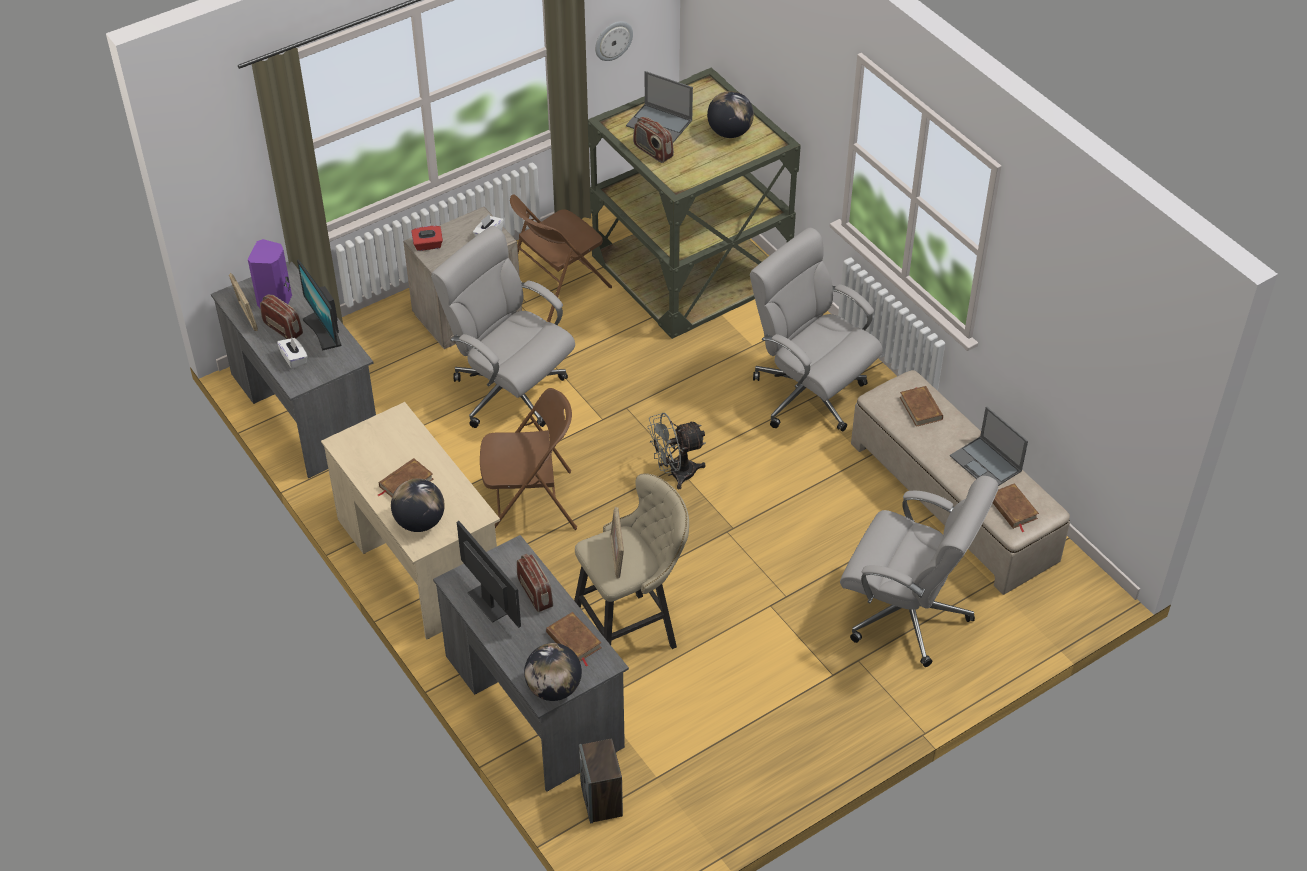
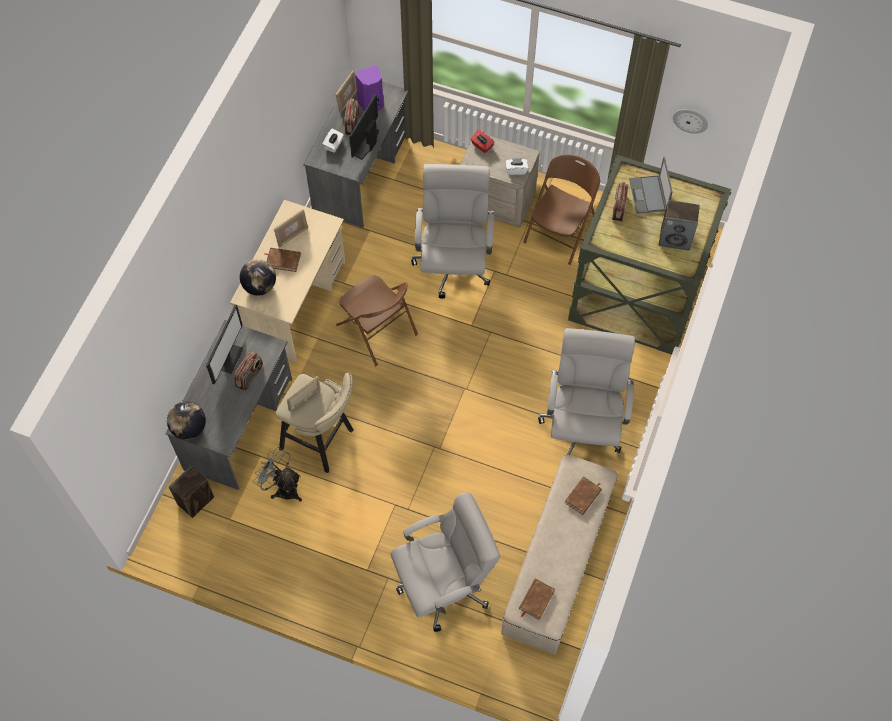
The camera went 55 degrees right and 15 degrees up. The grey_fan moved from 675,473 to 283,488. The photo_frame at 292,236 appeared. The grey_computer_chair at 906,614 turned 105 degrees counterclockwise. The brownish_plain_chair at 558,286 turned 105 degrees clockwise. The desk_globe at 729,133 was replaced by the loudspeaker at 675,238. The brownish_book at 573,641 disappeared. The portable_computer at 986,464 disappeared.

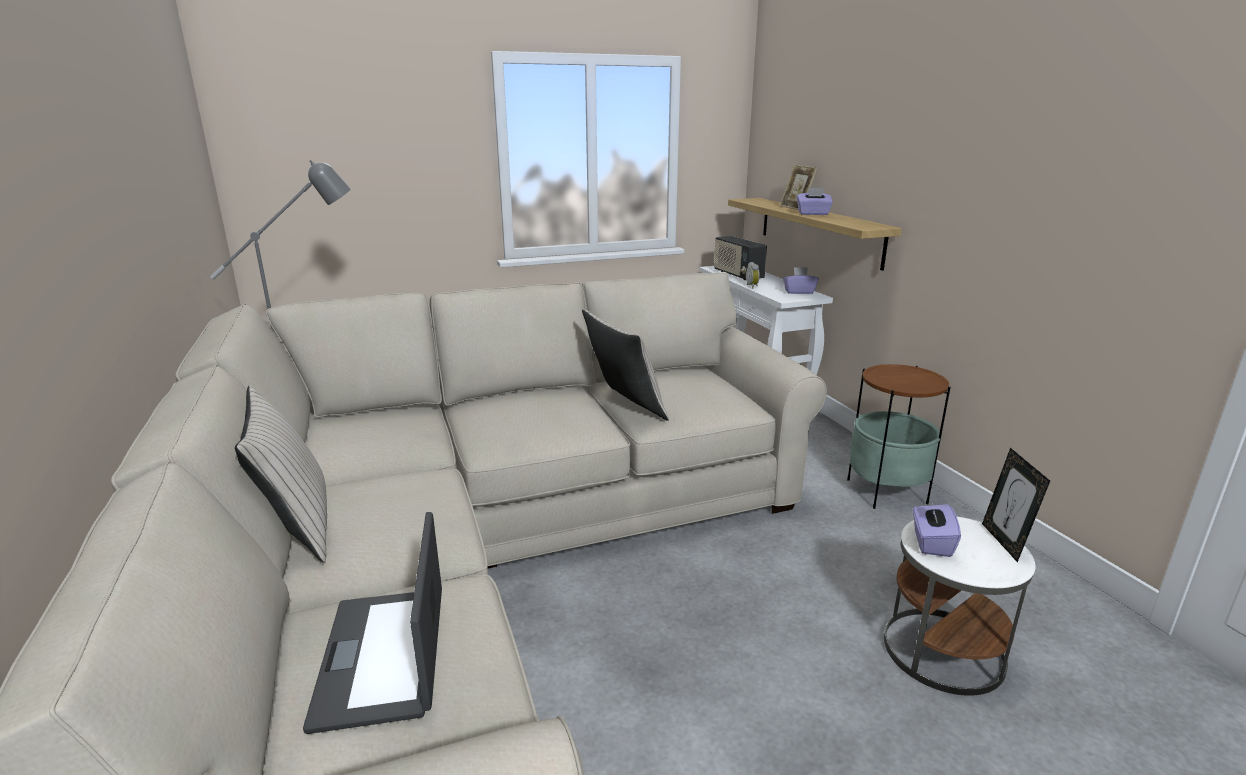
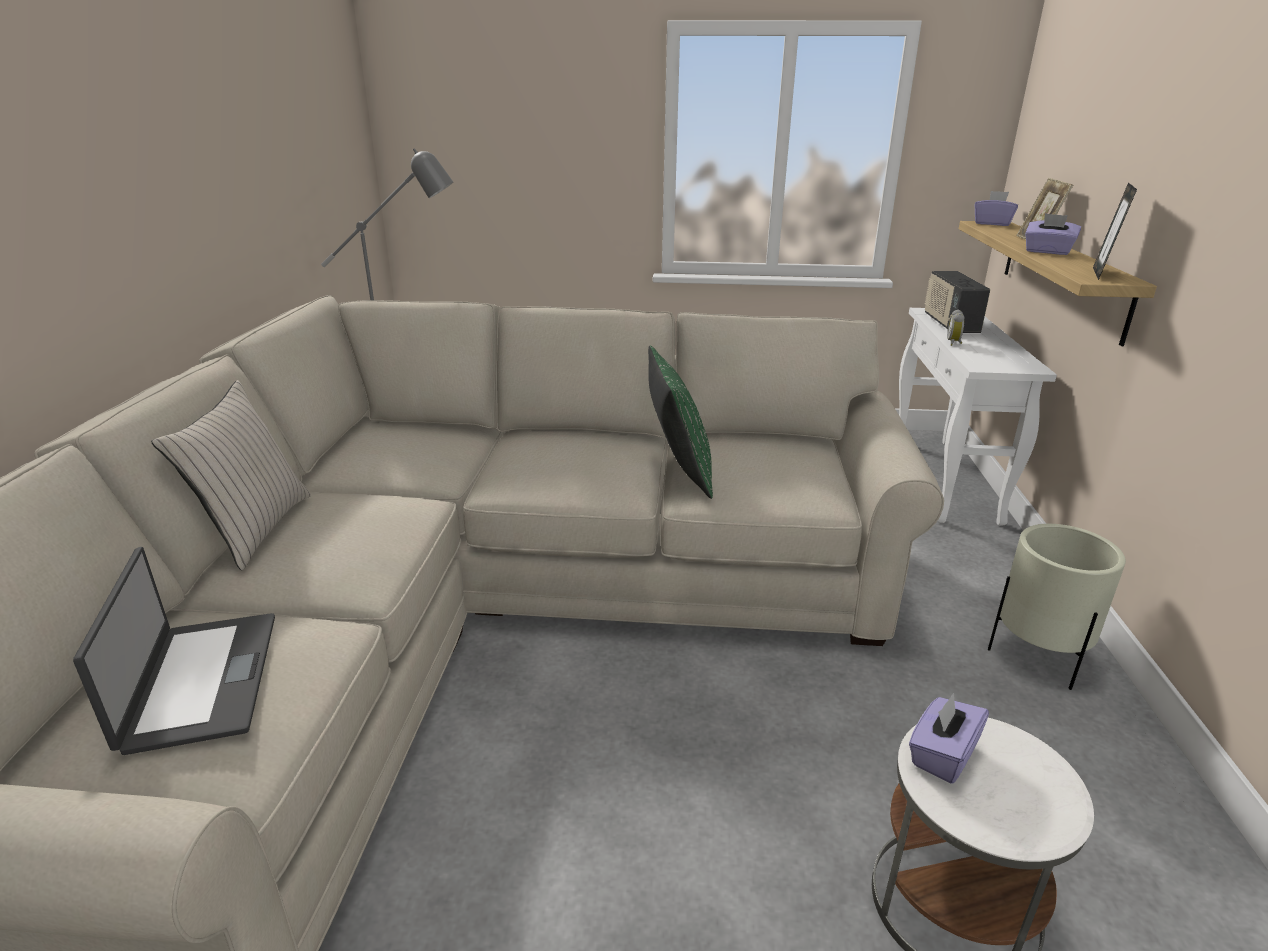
The camera went 25 degrees right and 5 degrees up. The portable_computer at 385,655 turned 150 degrees clockwise. The beige-coloured_cushion at 624,407 became the greenish_cushion at 677,471. The purple_tissue_box moved from 799,292 to 992,223. The accent_table at 886,491 was replaced by the beige-coloured_plant_pot at 1037,658. The photo_frame moved from 1004,542 to 1101,274.

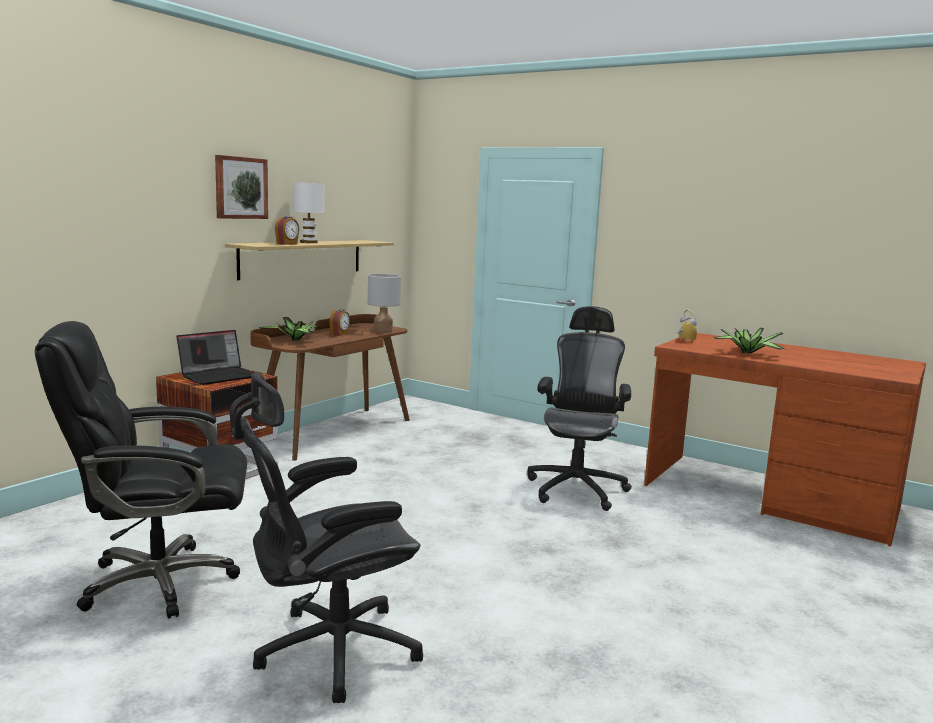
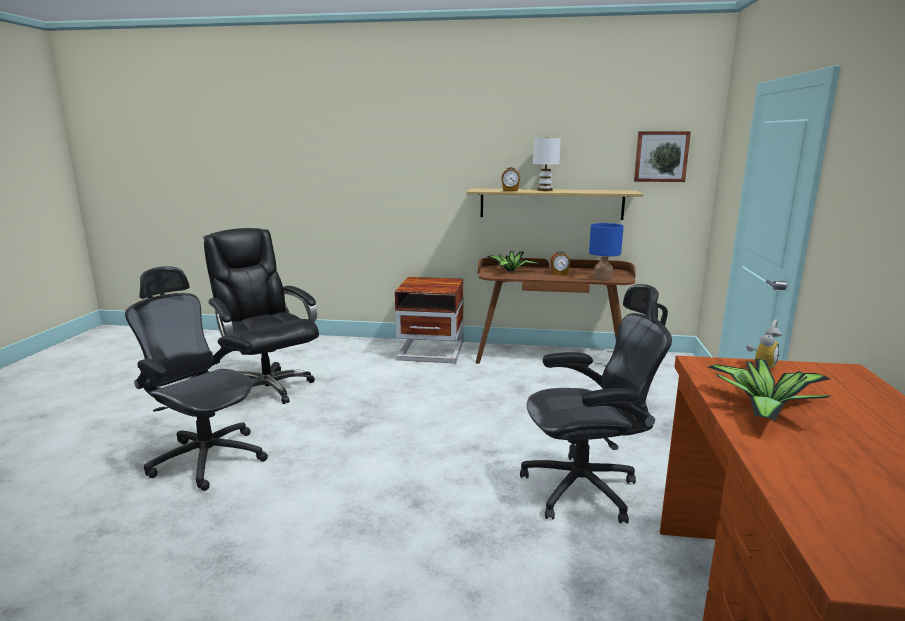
The camera went 65 degrees right and 5 degrees up. The grey_tabletop_lamp at 382,331 became the blue_tabletop_lamp at 602,278. The wall_art moved from 240,188 to 661,156. The portable_computer at 220,376 disappeared.

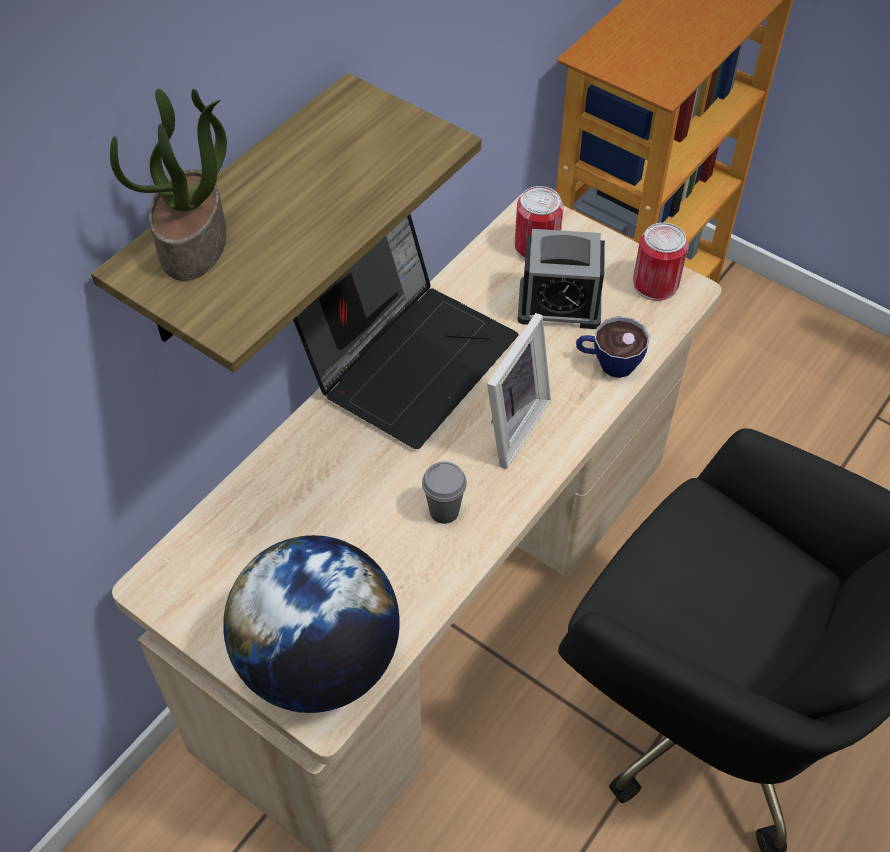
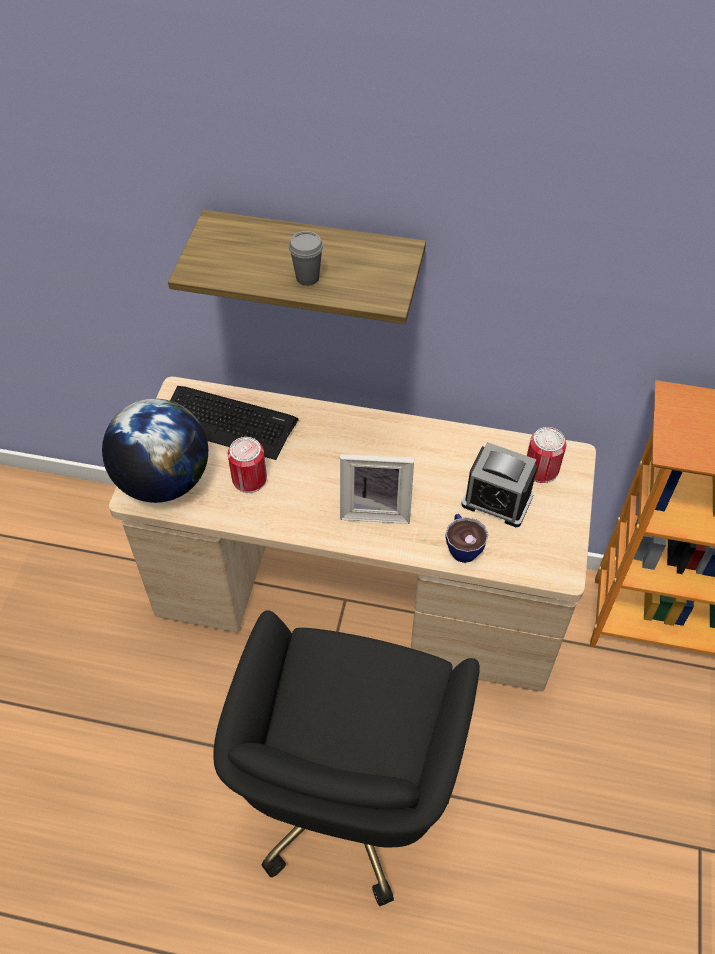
The camera went 65 degrees right and 0 degrees up. The computer_keyboard at 227,423 appeared. The metal_can moved from 655,284 to 249,479. The grey_small_cup moved from 444,511 to 307,278. The table_clock at 559,304 turned 45 degrees counterclockwise. The houseplant at 194,244 disappeared. The portable_computer at 411,359 disappeared.

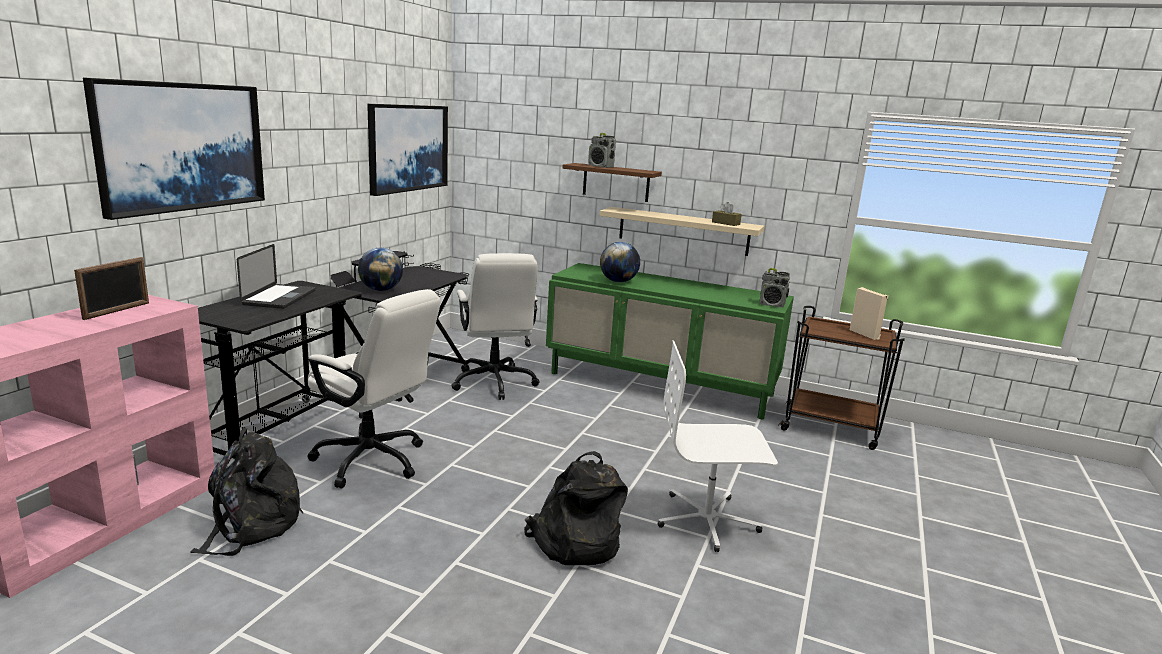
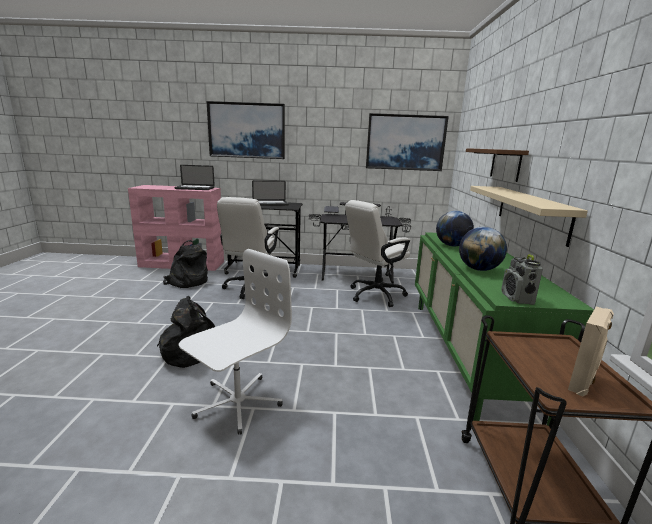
The camera went 70 degrees right and 0 degrees up. The photo_frame at 117,311 was replaced by the portable_computer at 195,188. The white_computer_chair at 707,520 turned 60 degrees clockwise. The desk_globe moved from 381,290 to 478,269. The radio_receiver at 601,166 disappeared. The brownish_tissue_box at 725,223 disappeared.

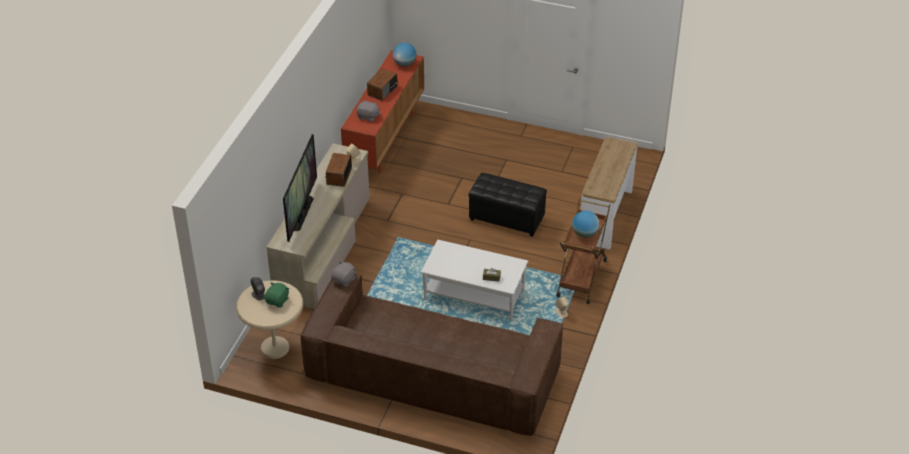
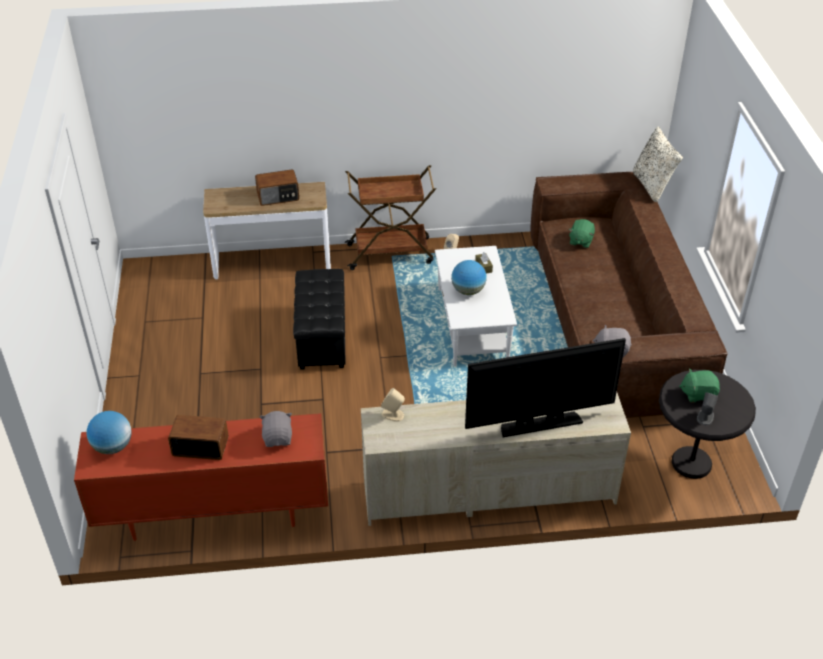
The camera went 115 degrees left and 0 degrees up. The radio_receiver moved from 338,176 to 278,197. The desk_globe moved from 584,234 to 468,291. The greenish_plush_toy at 580,241 appeared. The beige-coloured_cushion at 651,188 appeared. The beige-coloured_accent_table at 275,348 became the black_accent_table at 691,463.

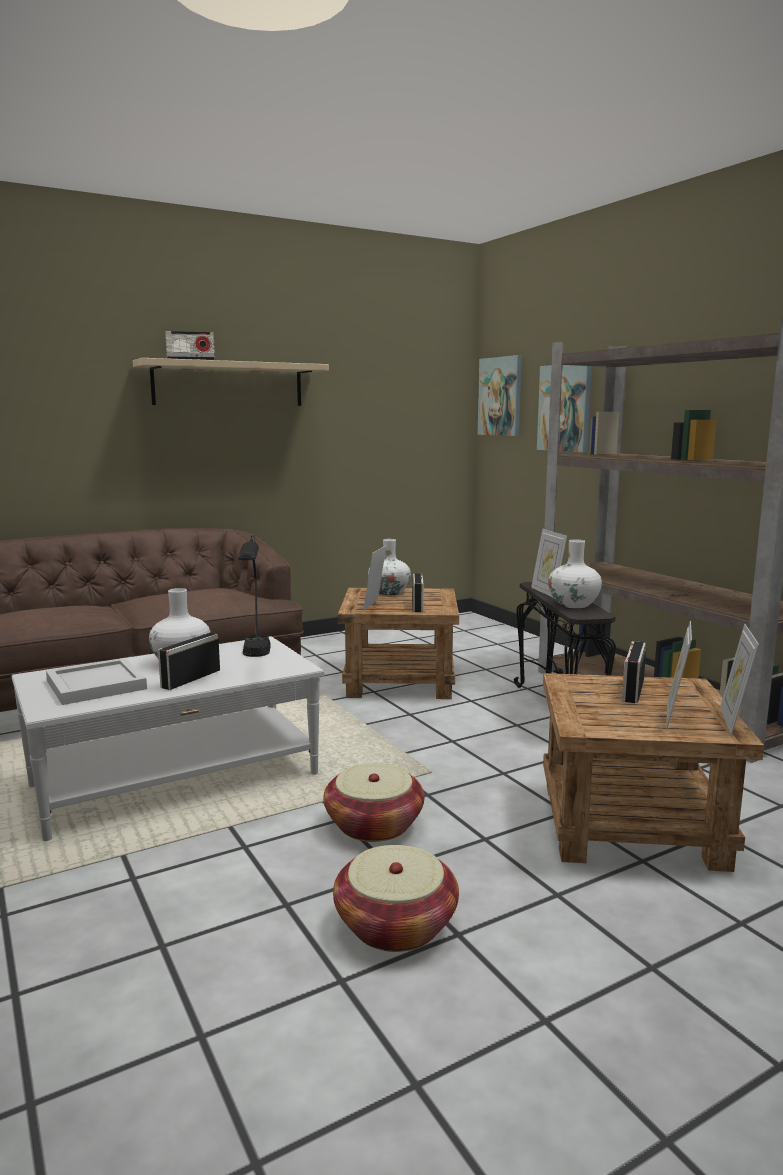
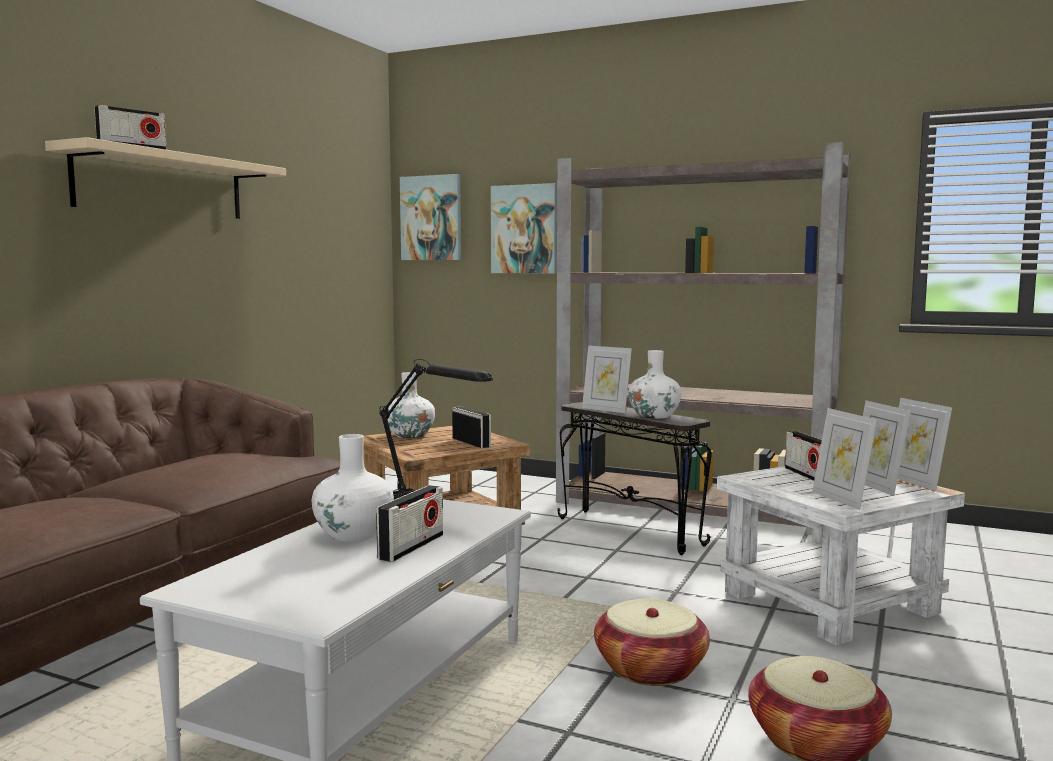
The camera went 35 degrees left and 5 degrees down. The radio_receiver at 191,679 turned 150 degrees counterclockwise. The brownish_accent_table at 633,825 became the white_accent_table at 832,602. The photo_frame moved from 375,605 to 841,500. The white_serving_tray at 95,685 disappeared.

